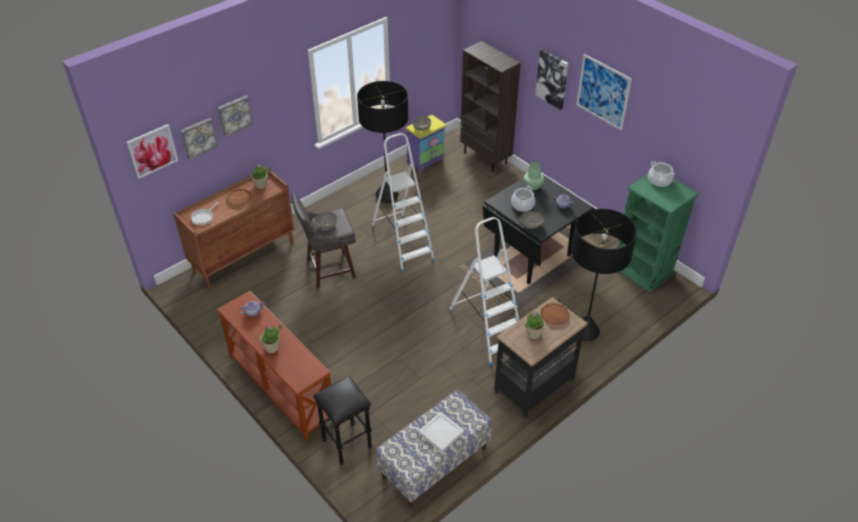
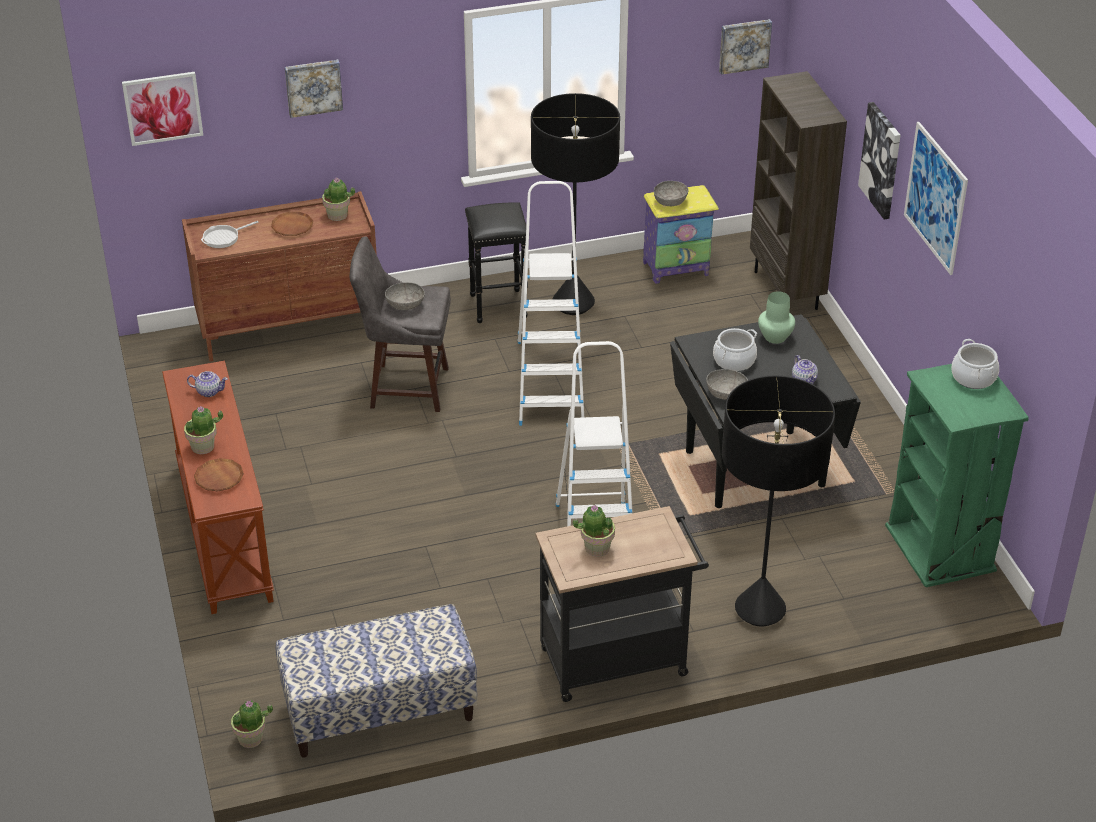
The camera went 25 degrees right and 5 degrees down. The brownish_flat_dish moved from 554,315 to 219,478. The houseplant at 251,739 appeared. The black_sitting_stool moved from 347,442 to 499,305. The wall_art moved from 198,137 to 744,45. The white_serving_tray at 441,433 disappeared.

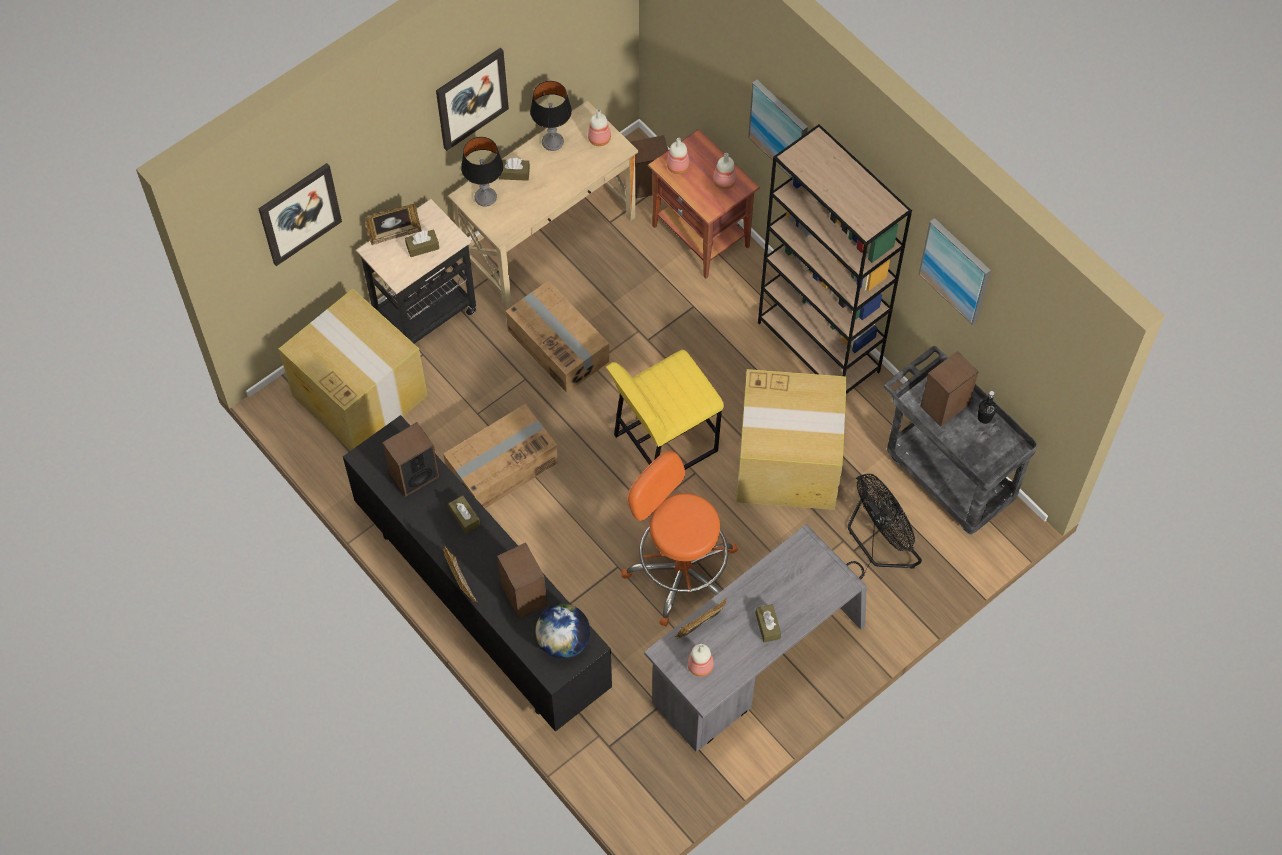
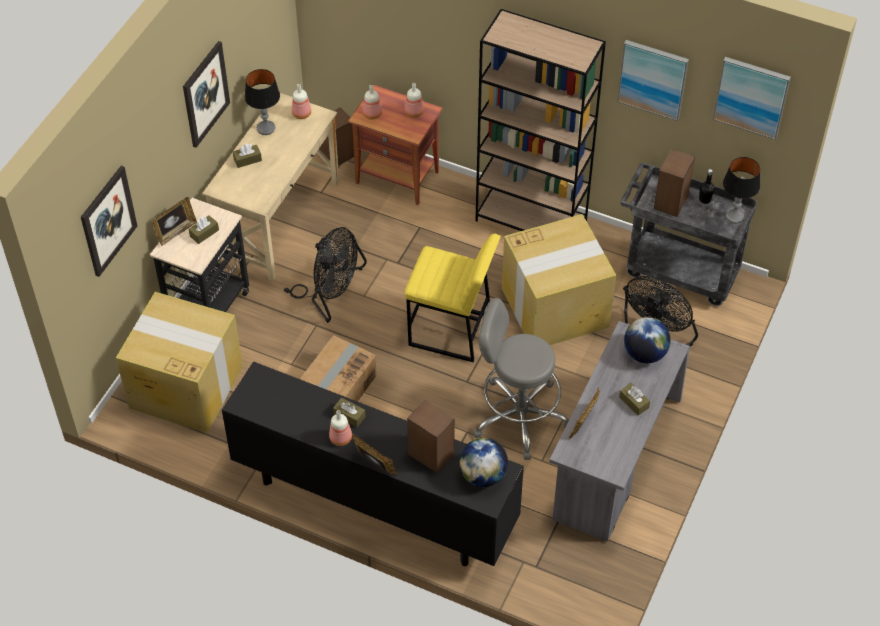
The camera went 25 degrees left and 10 degrees down. The carton at 558,345 was replaced by the black_fan at 329,292. The bottle moved from 701,665 to 341,437. The yellow_plain_chair at 663,444 turned 105 degrees counterclockwise. The orange-coloured_sitting_stool at 681,572 became the grey_sitting_stool at 518,416. The desk_globe at 645,353 appeared. The wall_art moved from 779,130 to 751,96. The tabletop_lamp moved from 485,197 to 734,216. The loudspeaker at 414,475 disappeared.

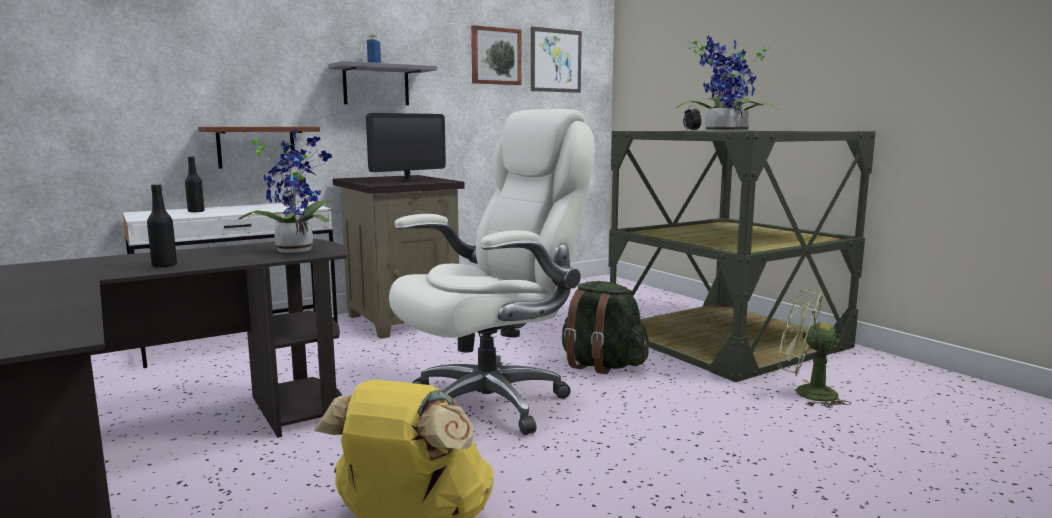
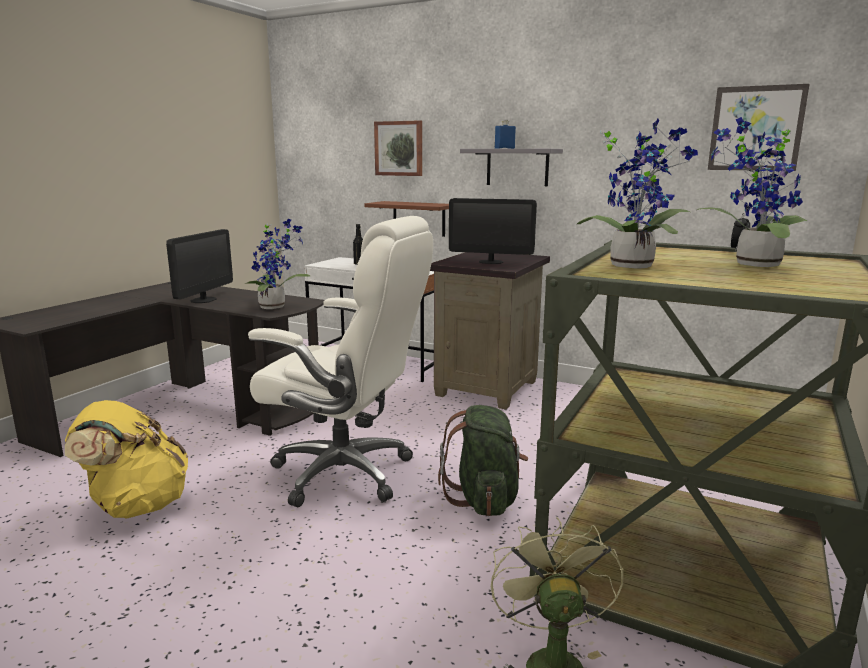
The camera went 60 degrees right and 5 degrees up. The black_bottle at 164,266 was replaced by the computer_screen at 203,300. The wall_art moved from 495,56 to 399,148.

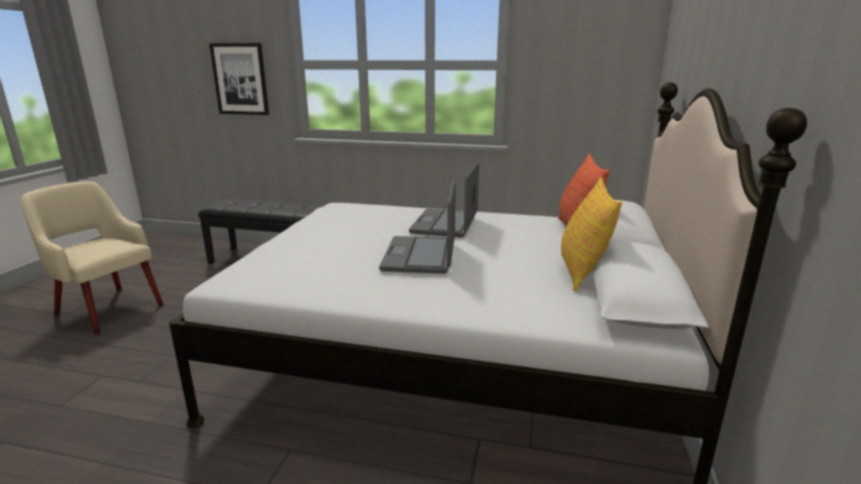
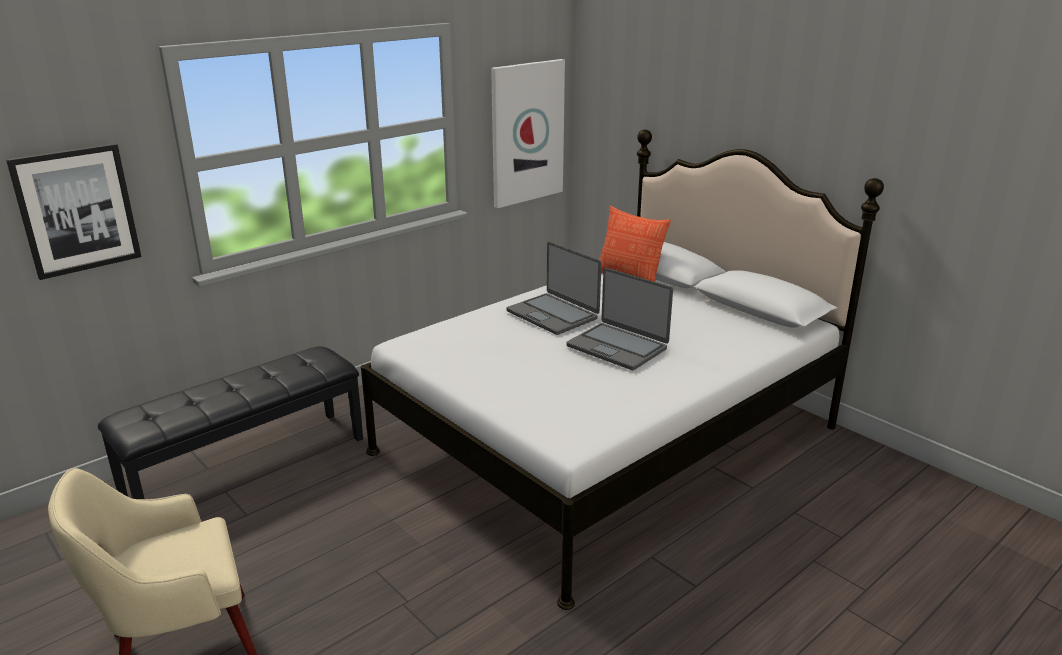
The camera went 55 degrees left and 5 degrees up. The wall_art at 526,133 appeared. The yellow_cushion at 581,273 disappeared.

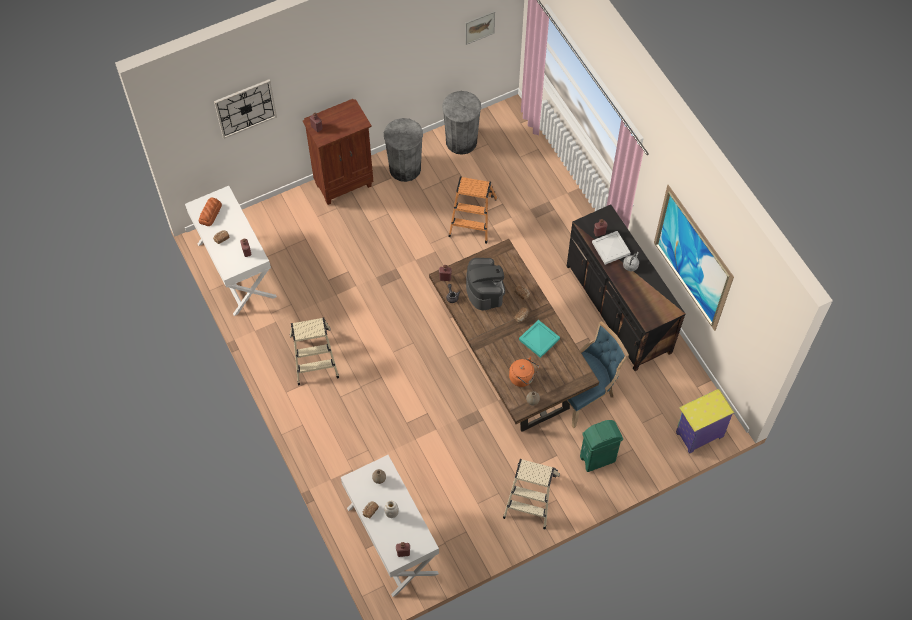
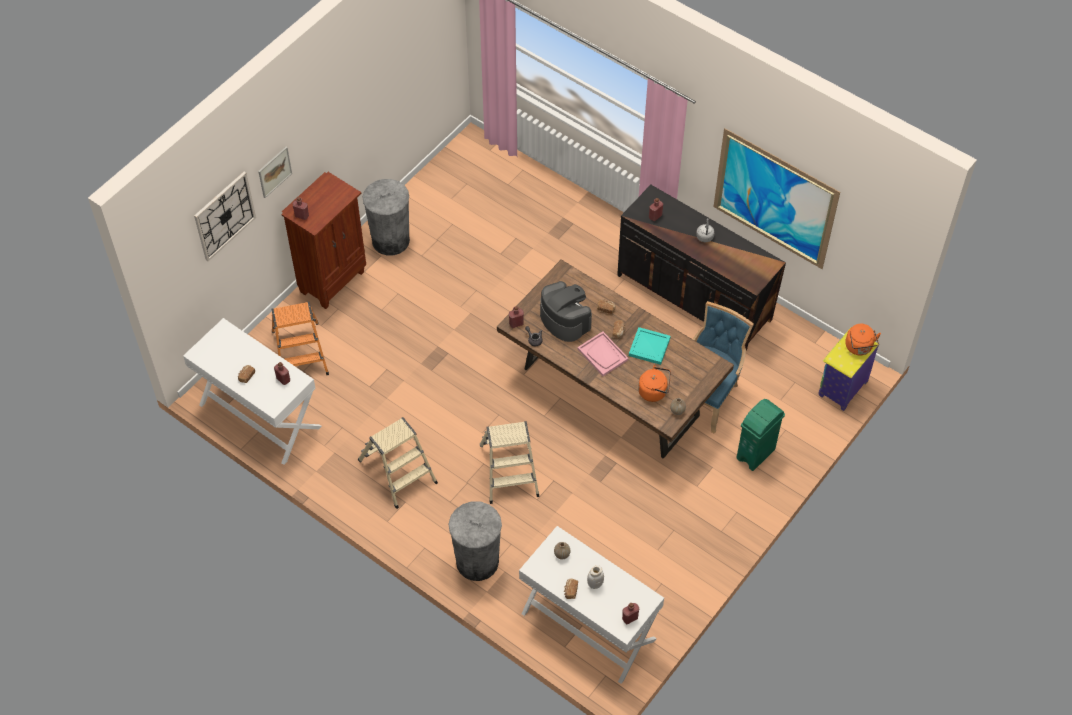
The camera went 25 degrees left and 5 degrees down. The wall_art moved from 479,27 to 274,171. The orange-coloured_step_stool moved from 473,217 to 300,352. The grey_trash_can moved from 461,141 to 477,561. The beige-coloured_step_stool moved from 531,495 to 509,469. The pinkish_serving_tray at 603,355 appeared. The orange-coloured_kettle at 859,348 appeared. The bread at 210,213 disappeared. The white_serving_tray at 610,249 disappeared.

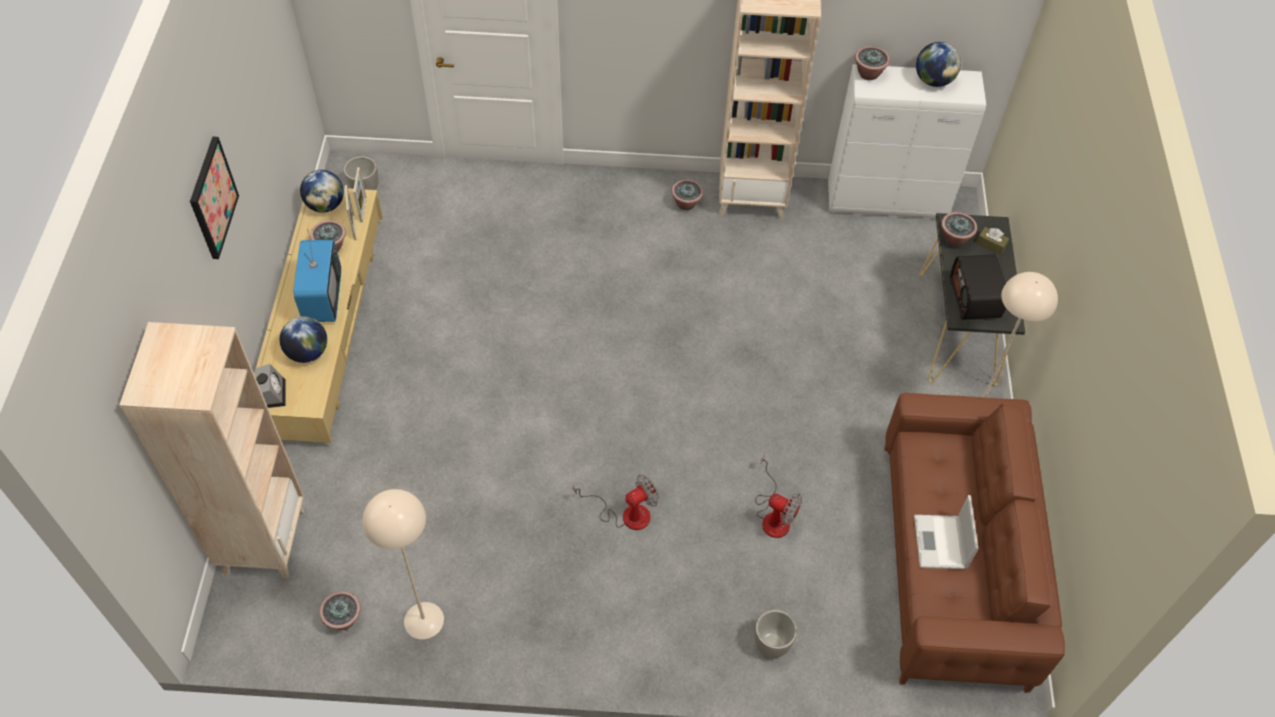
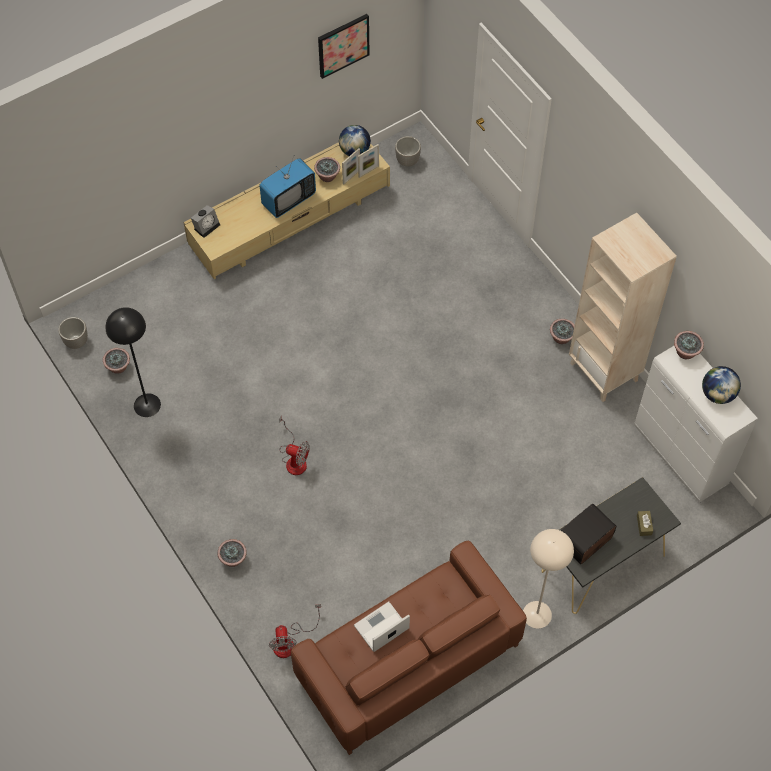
The camera went 55 degrees right and 5 degrees up. The plant_pot moved from 771,643 to 76,341. The beige-coloured_standard_lamp at 423,620 became the black_standard_lamp at 147,405. The houseplant moved from 954,239 to 233,559. The fan moved from 773,515 to 290,642. The wall_art moved from 212,198 to 343,45. The beige-coloured_bookshelf at 264,540 disappeared. The desk_globe at 308,352 disappeared.

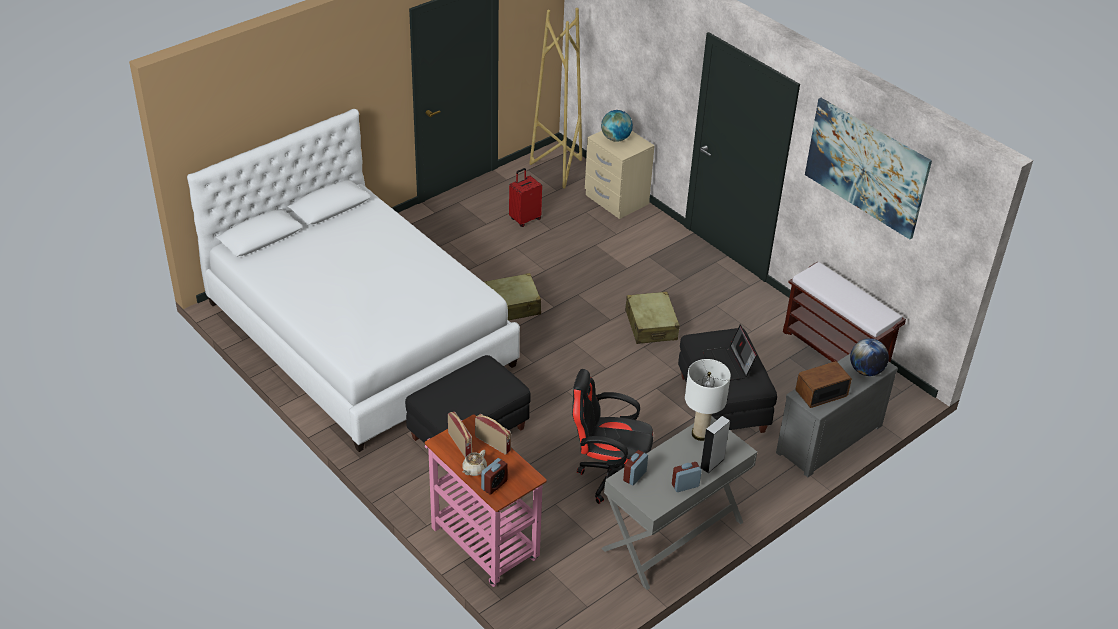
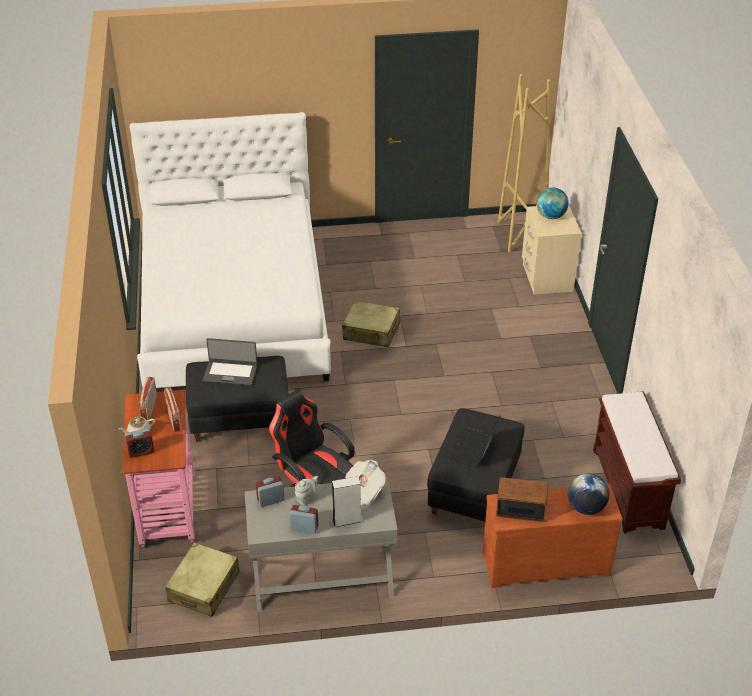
The camera went 35 degrees right and 0 degrees up. The beige-coloured_piece_of_luggage moved from 651,325 to 204,587. The portable_computer at 230,372 appeared. The grey_teapot at 306,498 appeared. The white_tabletop_lamp at 700,434 was replaced by the newspaper at 362,491. The grey_dresser at 827,437 became the brownish_dresser at 545,561. The red-coloured_piece_of_luggage at 524,219 disappeared. The wall_art at 866,167 disappeared.

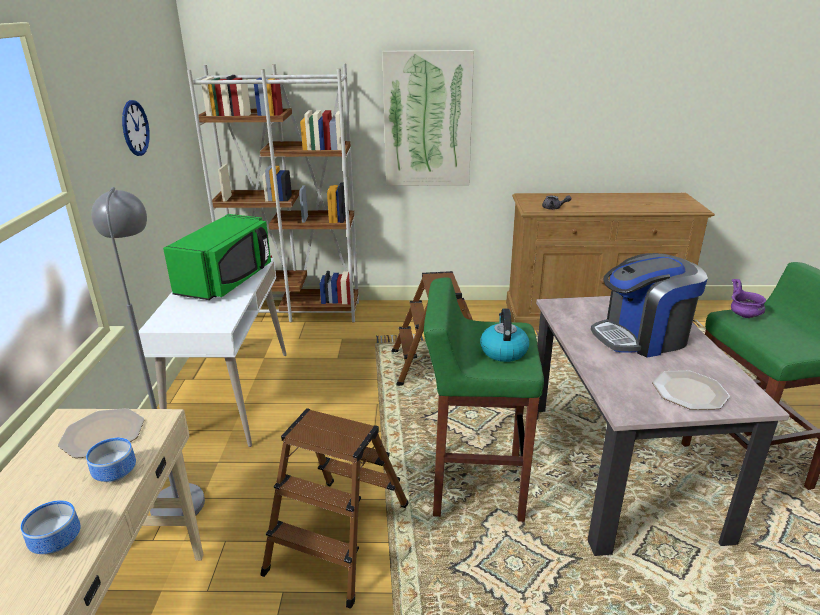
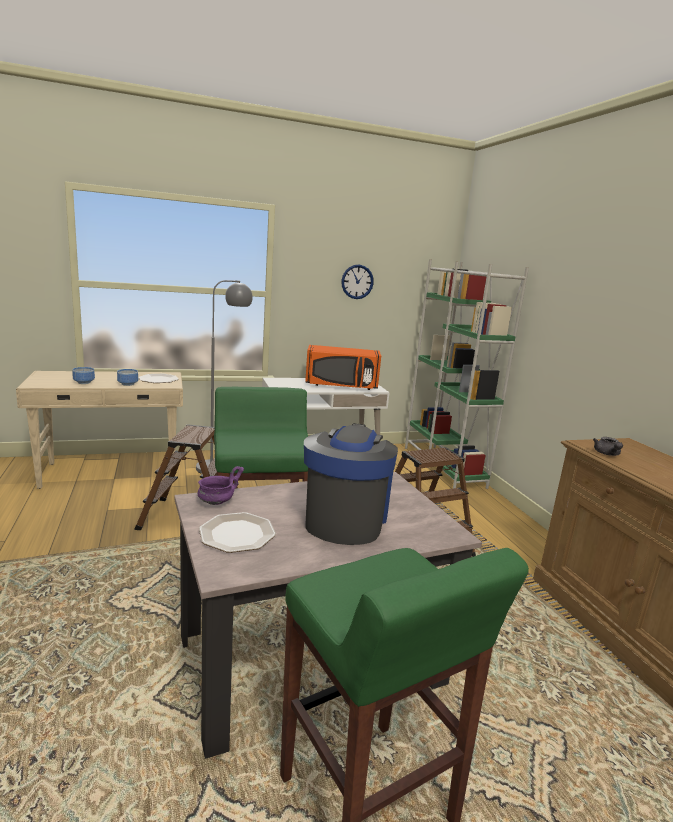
The camera went 70 degrees right and 10 degrees down. The purple_bowl moved from 743,315 to 216,501. The coffee_maker at 642,337 turned 45 degrees clockwise. The greenish_kitchen_microwave at 227,280 became the orange-coloured_kitchen_microwave at 341,385. The brownish_bookshelf at 296,312 became the greenish_bookshelf at 443,467. The wall_art at 427,120 disappeared. The kettle at 503,351 disappeared.

